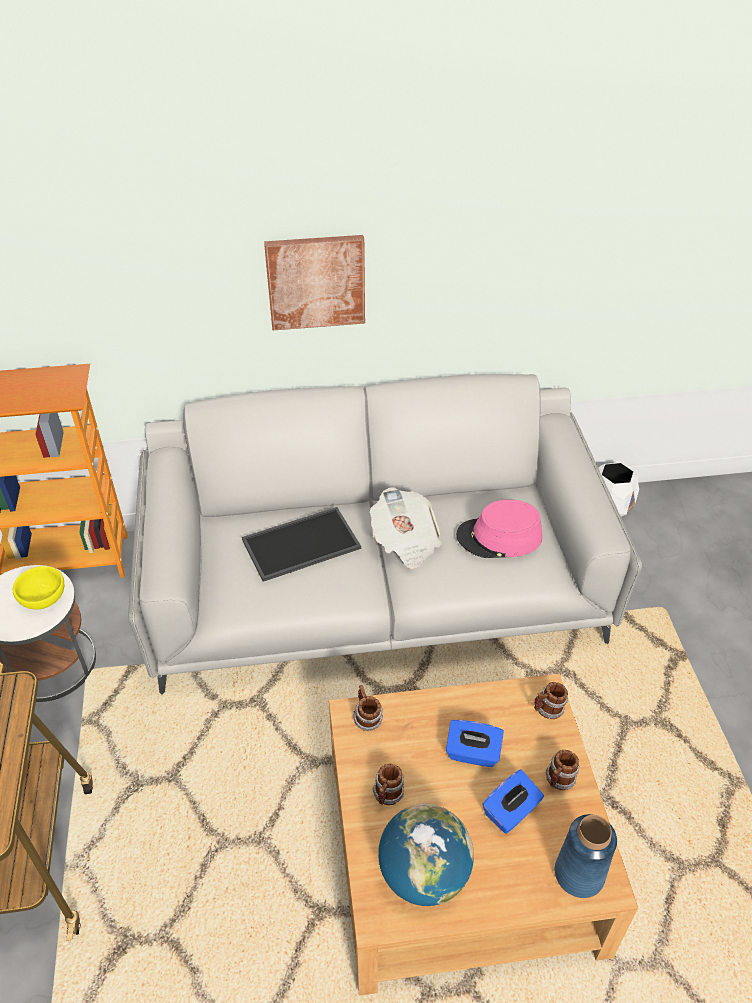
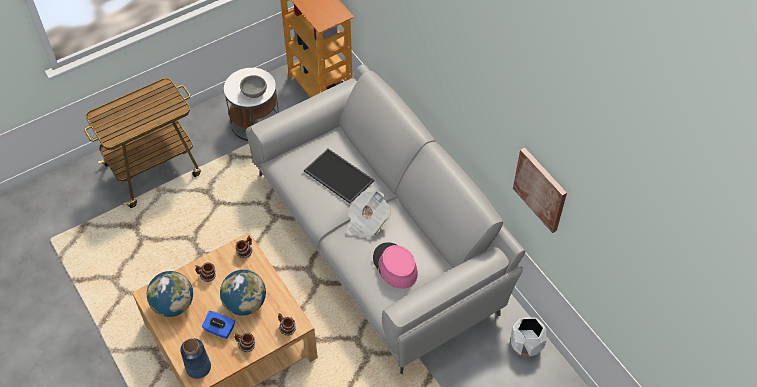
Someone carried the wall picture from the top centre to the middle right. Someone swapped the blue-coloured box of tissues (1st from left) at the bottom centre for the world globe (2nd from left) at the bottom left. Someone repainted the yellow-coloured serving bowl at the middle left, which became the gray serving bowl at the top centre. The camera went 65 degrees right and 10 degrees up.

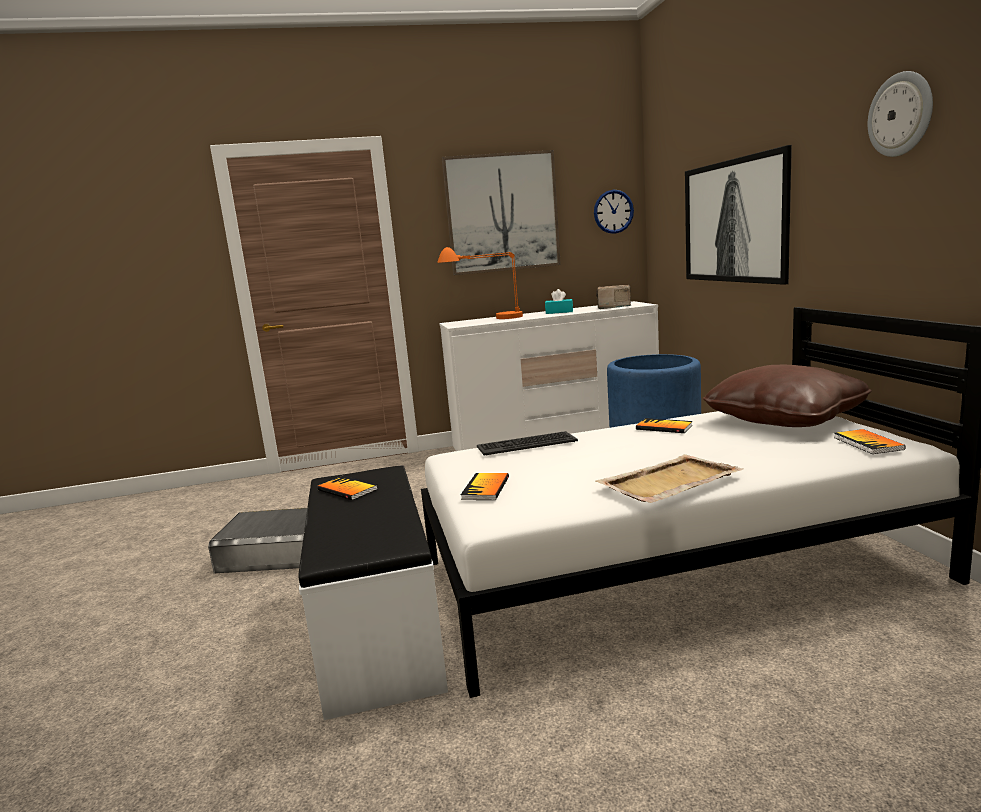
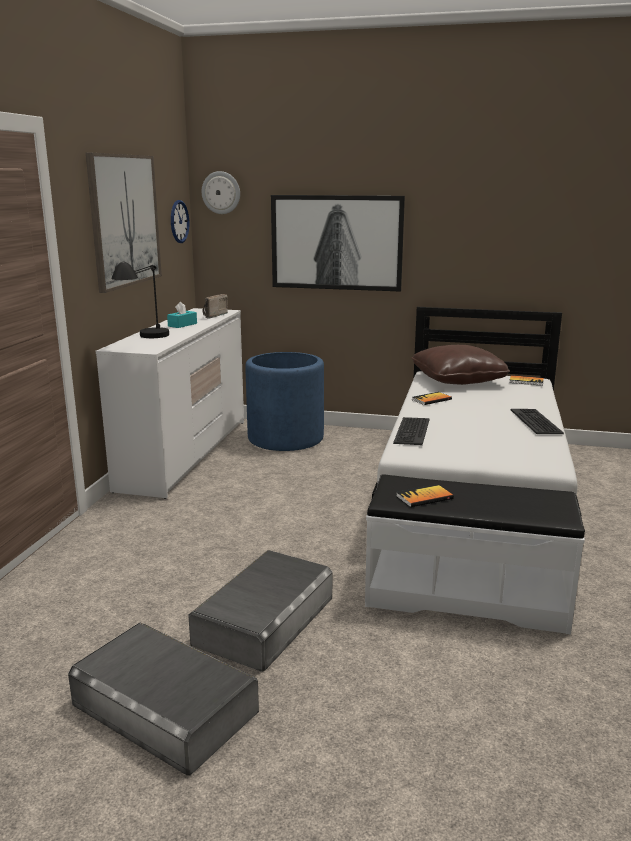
Someone took away the volume (2nd from left) at the centre. Someone put down the gray storage bin (1st from left) at the bottom left. Someone carried the hanging clock (2nd from left) from the top right to the top centre. Someone swapped the beige-coloured tray at the middle right for the PC keyboard (2nd from left) at the middle right. Someone repainted the orange-coloured tabletop lamp at the centre, which became the black-coloured tabletop lamp at the middle left. The camera went 65 degrees left and 5 degrees up.

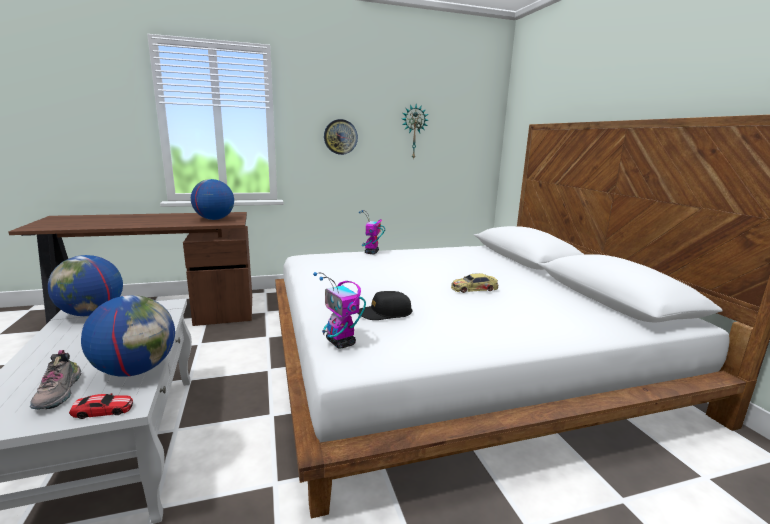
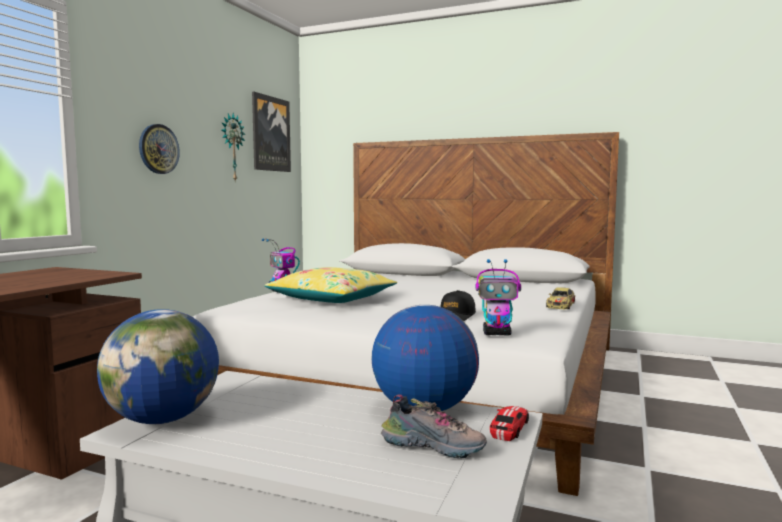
Someone took away the world globe (3rd from left) at the middle left. Someone put up the wall picture at the top centre. Someone put down the yellow-coloured throw pillow at the centre. Someone carried the model car (2nd from left) from the centre to the middle right. The camera went 50 degrees left and 10 degrees down.

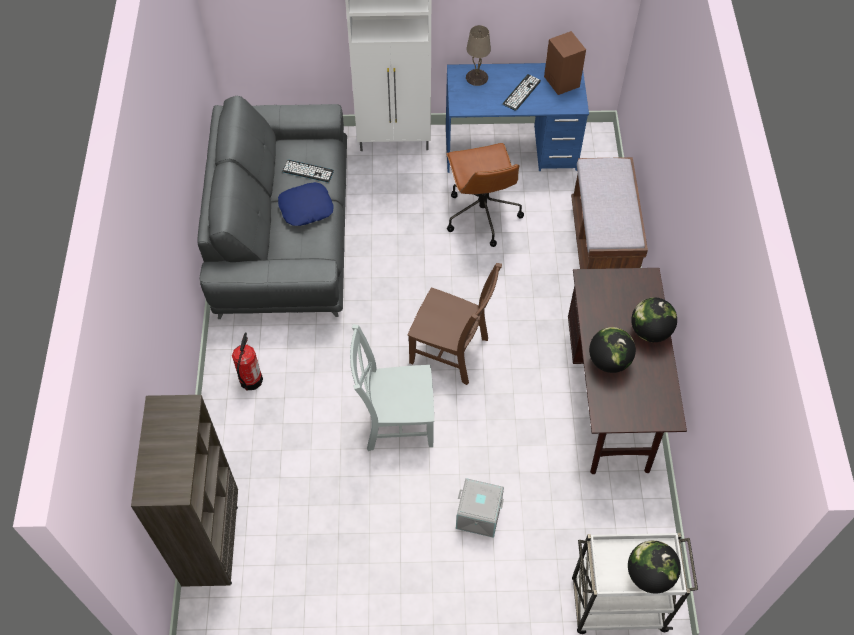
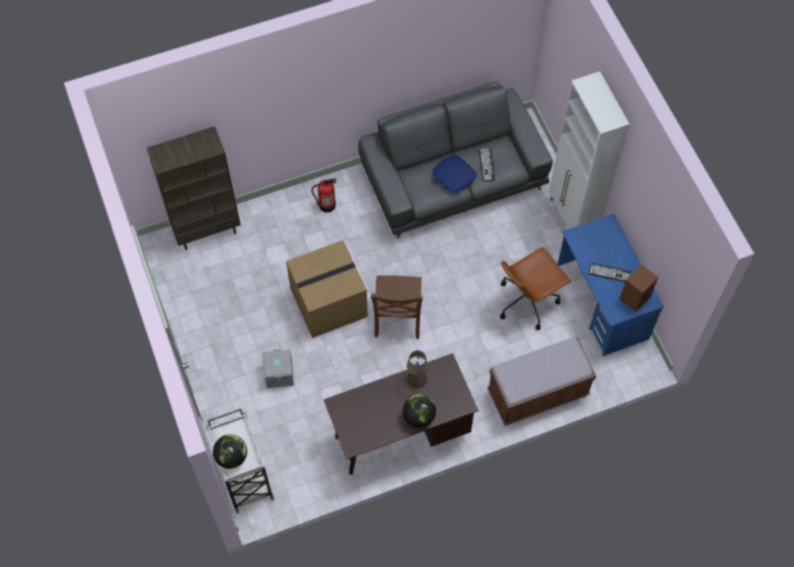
Someone took away the world globe (1st from left) at the middle right. Someone carried the beige-coloured tabletop lamp from the top centre to the centre. Someone swapped the gray chair at the centre for the cardboard box at the centre. The camera went 70 degrees right and 5 degrees up.

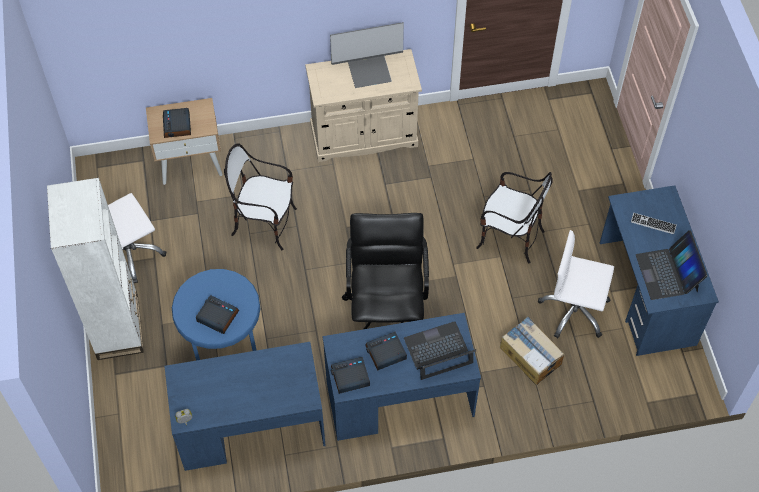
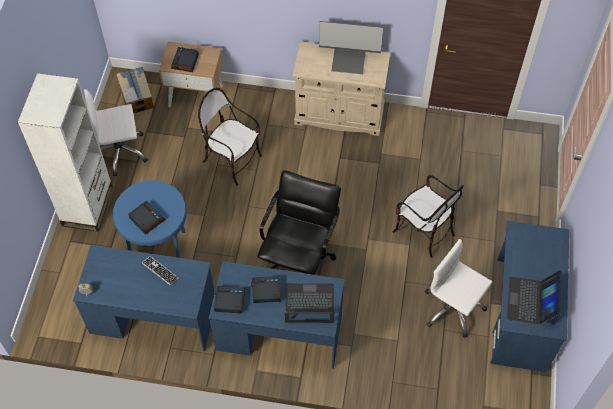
Someone carried the cardboard box from the bottom right to the top left. Someone carried the PC keyboard from the middle right to the middle left. The camera went 20 degrees right and 0 degrees up.

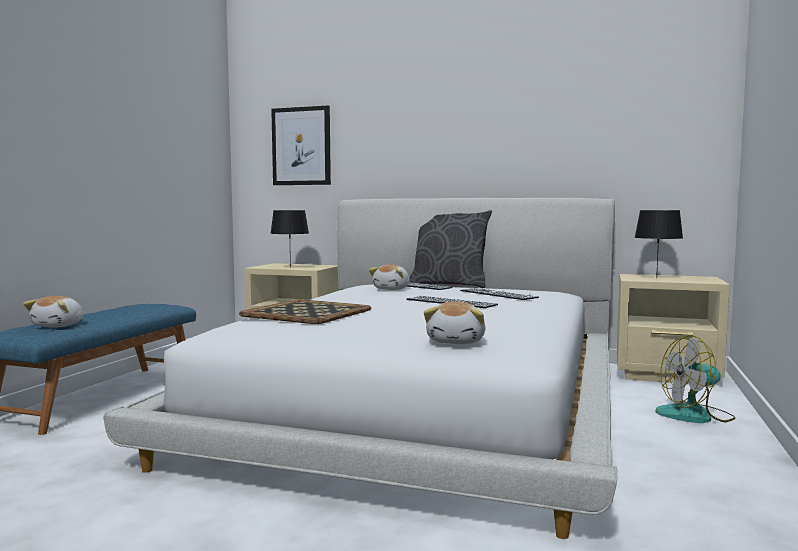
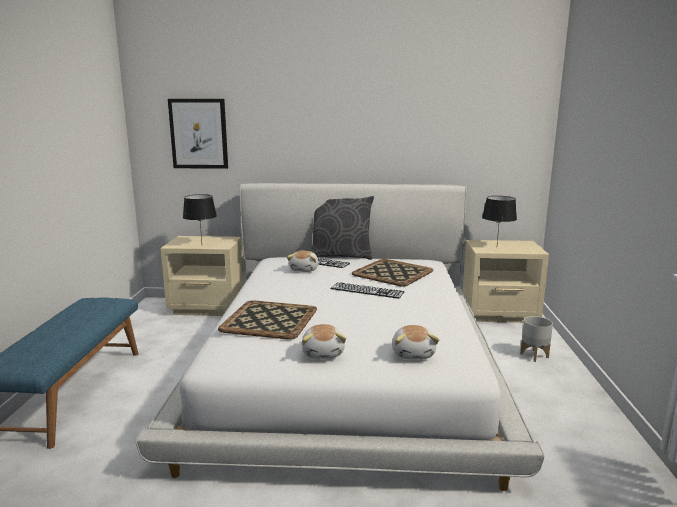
Someone carried the soft toy (1st from left in the first image) from the middle left to the bottom centre. Someone swapped the PC keyboard (3rd from left) at the centre for the tray (2nd from left) at the centre. Someone swapped the electric fan at the bottom right for the gray planter at the bottom right. The camera went 15 degrees left and 10 degrees up.

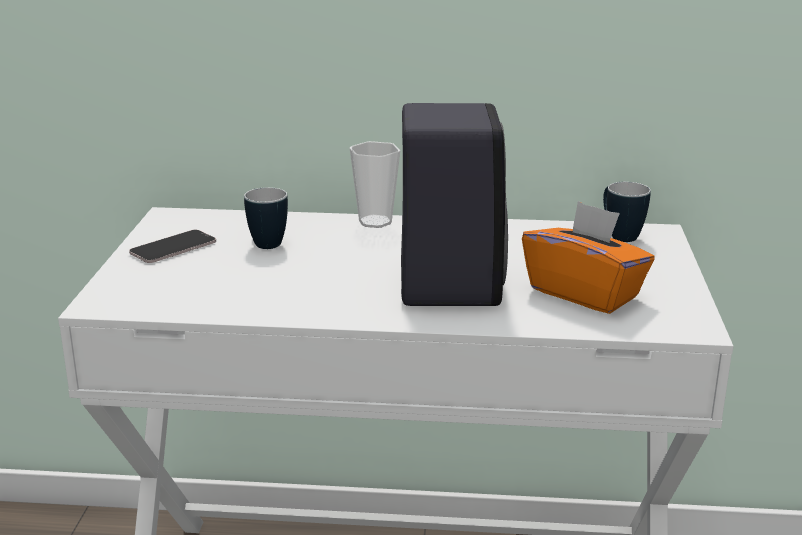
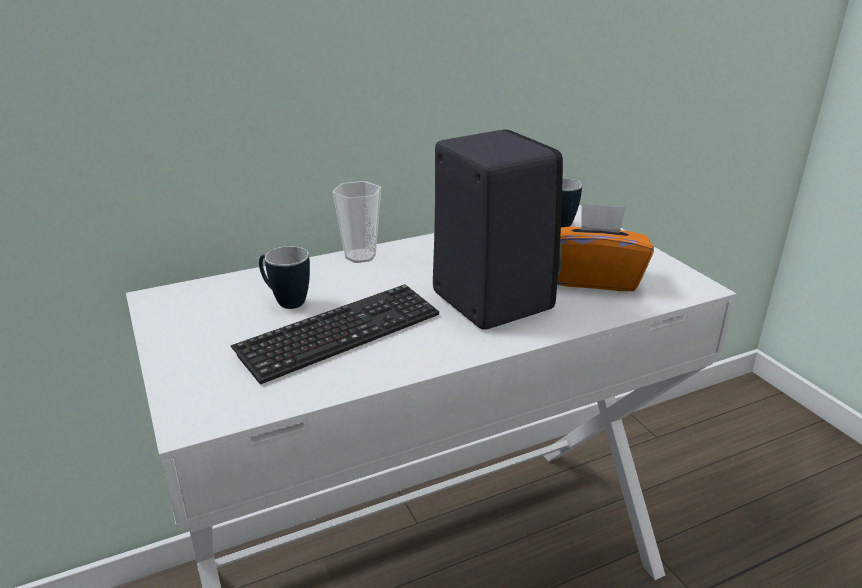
Someone took away the telephone at the middle left. Someone put down the PC keyboard at the centre. The camera went 30 degrees left and 5 degrees up.

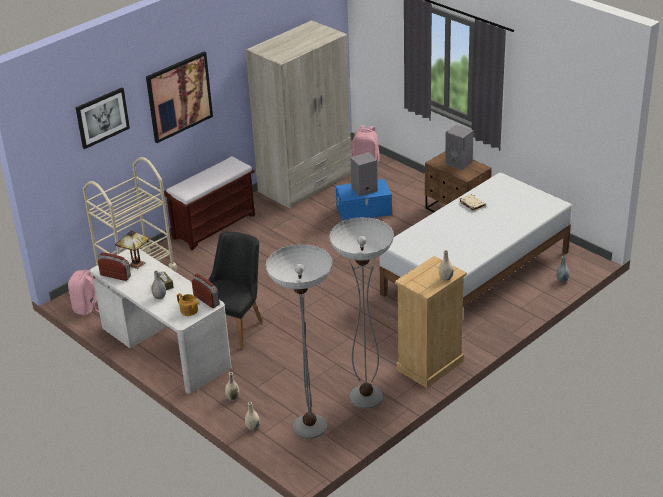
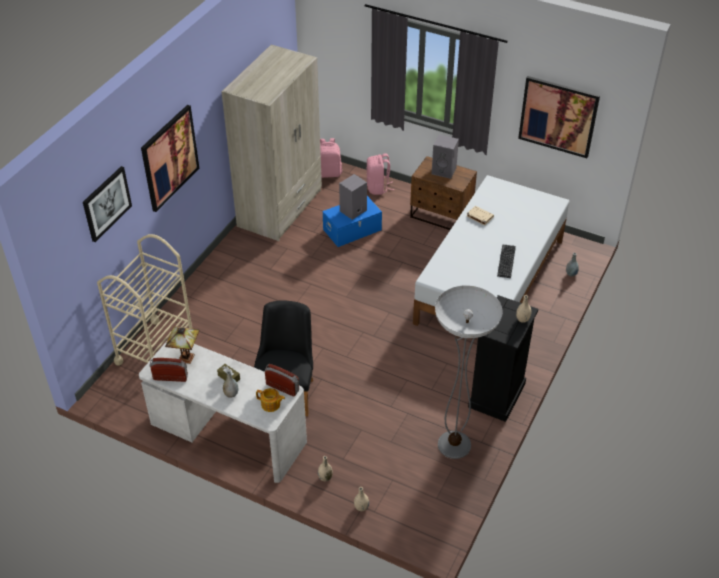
Someone took away the brownish long seat at the middle left. Someone took away the floor lamp (1st from left) at the bottom centre. Someone put down the PC keyboard at the middle right. Someone put up the wall picture (3rd from left) at the top right. Someone carried the pinkish backpack (1st from left in the first image) from the middle left to the top centre. Someone repainted the beige-coloured chest of drawers at the centre, which became the black-coloured chest of drawers at the middle right. The camera went 20 degrees left and 10 degrees up.

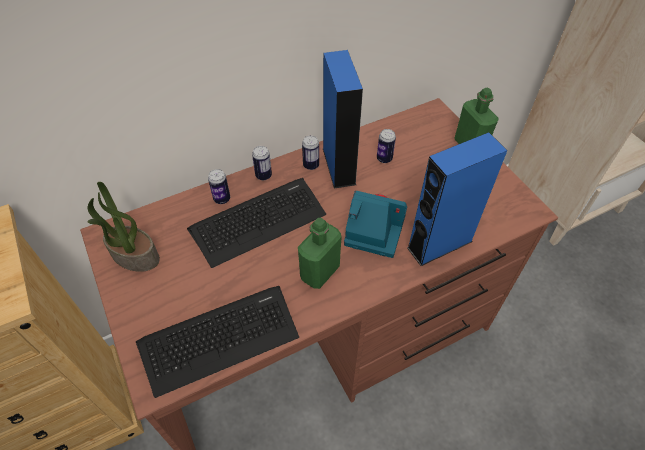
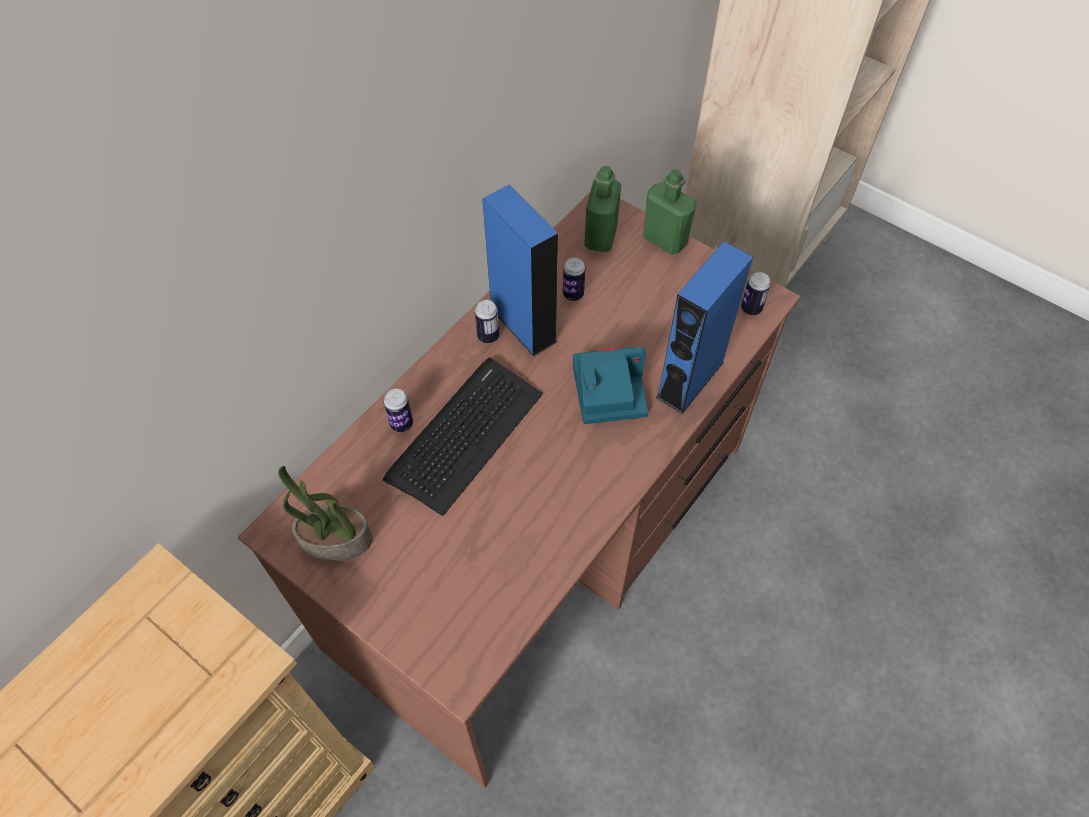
Someone took away the PC keyboard (1st from left) at the bottom centre. Someone carried the metal can (2nd from left in the first image) from the centre to the middle right. Someone carried the green bottle (1st from left) from the centre to the top centre. The camera went 25 degrees left and 5 degrees up.

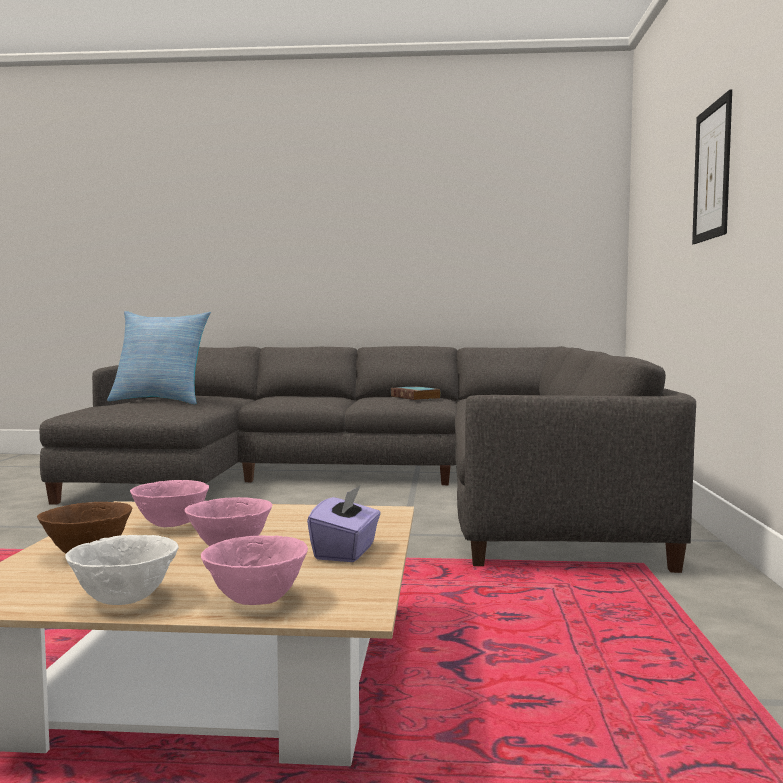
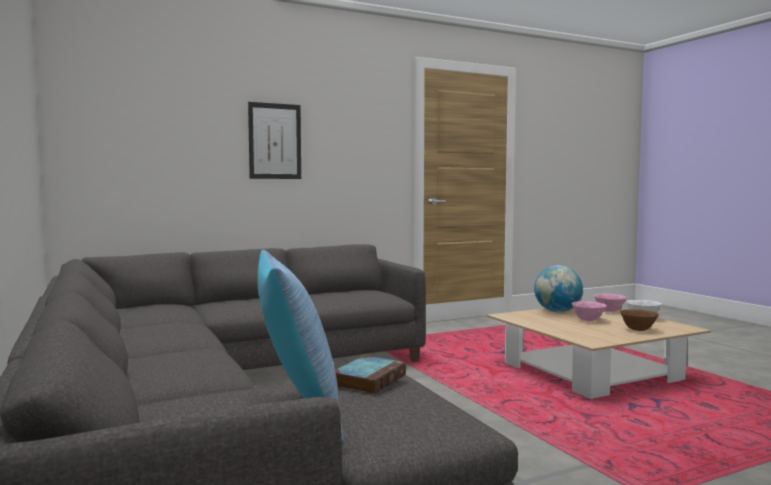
Someone took away the pinkish serving bowl (1st from left) at the middle left. Someone carried the volume from the centre to the bottom centre. Someone swapped the purple-coloured box of tissues at the bottom centre for the world globe at the middle right. The camera went 120 degrees left and 0 degrees up.

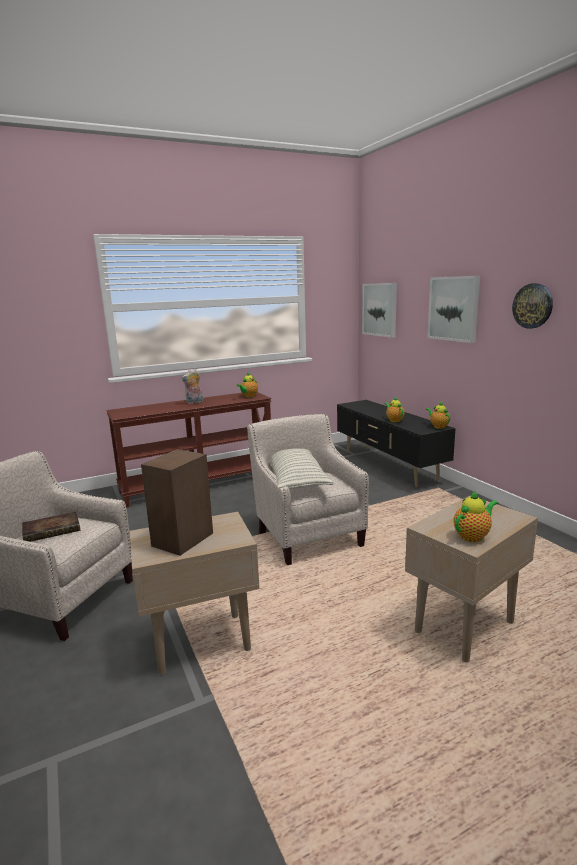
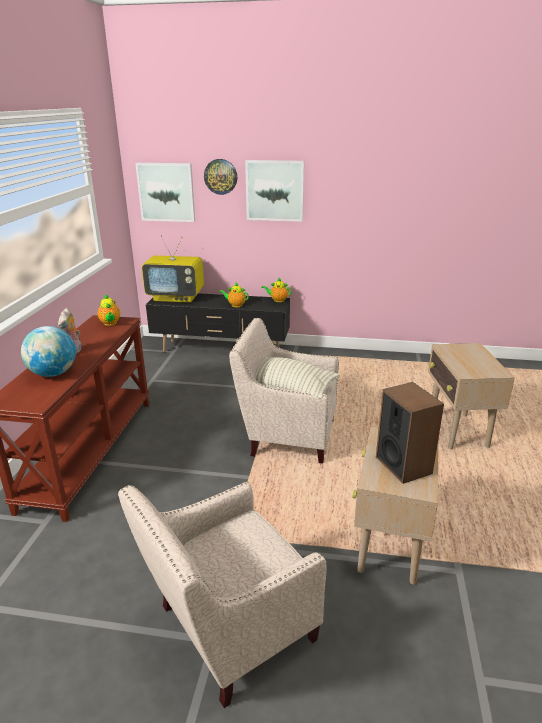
Someone took away the volume at the middle left. Someone took away the pot for tea (4th from left) at the middle right. Someone put down the world globe at the middle left. Someone put down the television at the middle left. Someone carried the hanging clock from the middle right to the top centre. The camera went 55 degrees left and 10 degrees up.

